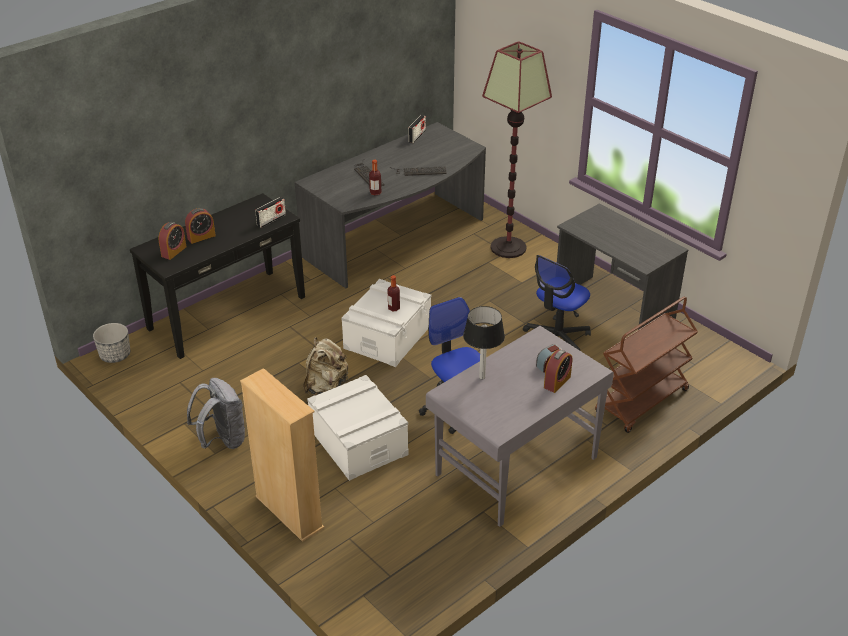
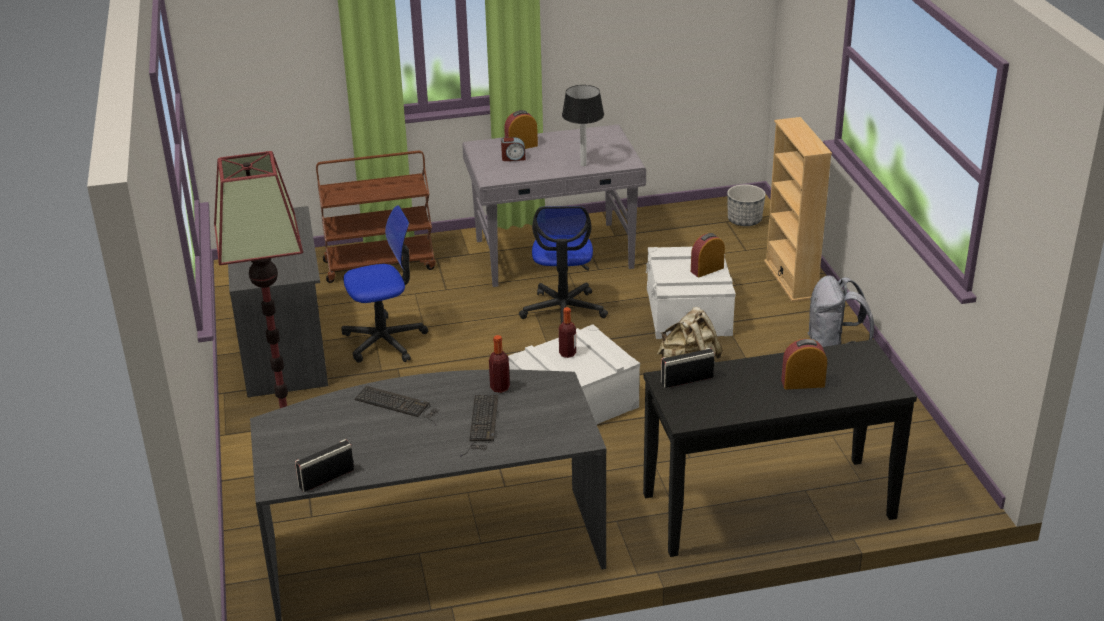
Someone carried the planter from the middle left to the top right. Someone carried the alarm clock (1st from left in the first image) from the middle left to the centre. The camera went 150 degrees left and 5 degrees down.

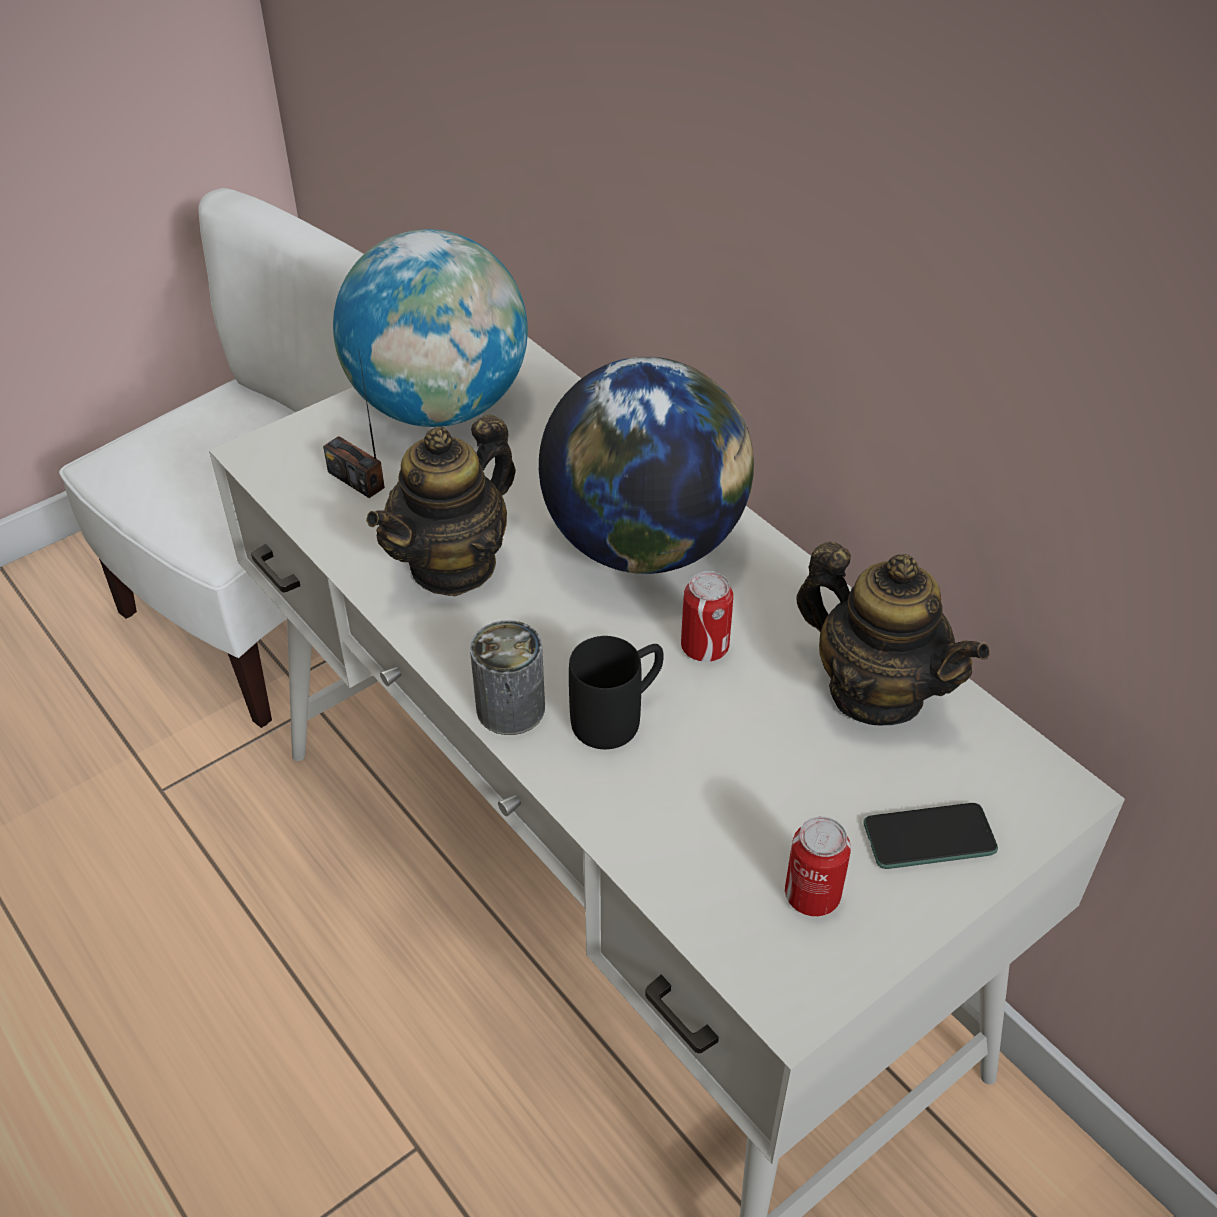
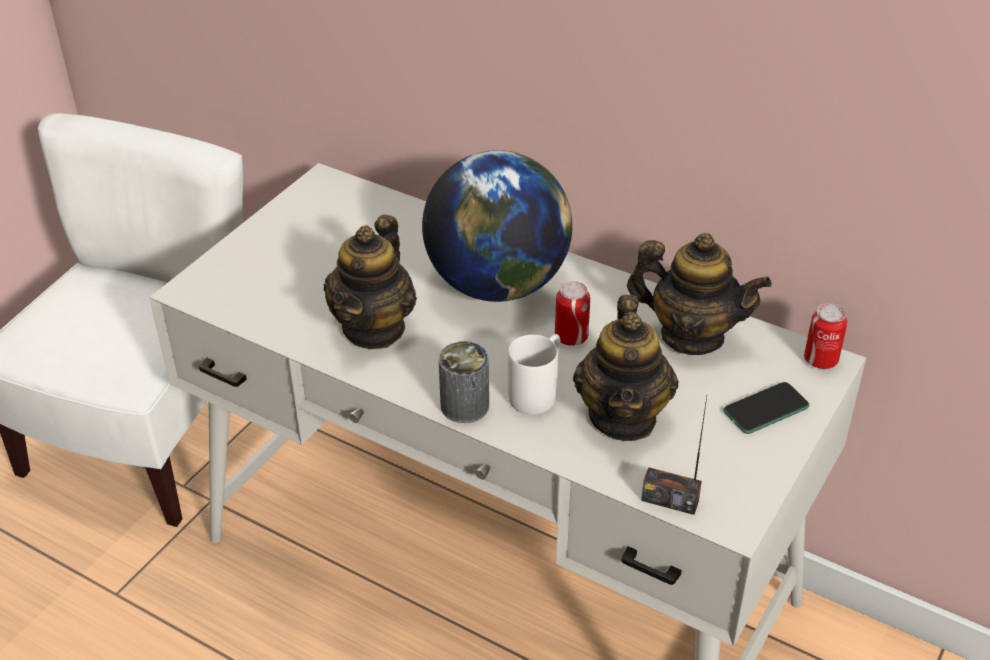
Someone took away the world globe (1st from left) at the top centre. Someone put down the pot for tea (2nd from left) at the centre. Someone carried the radio receiver from the middle left to the bottom right. Someone carried the metal can (3rd from left) from the bottom right to the middle right. Someone repainted the black-coloured coffee mug at the centre, which became the white coffee mug at the centre. The camera went 20 degrees left and 5 degrees down.

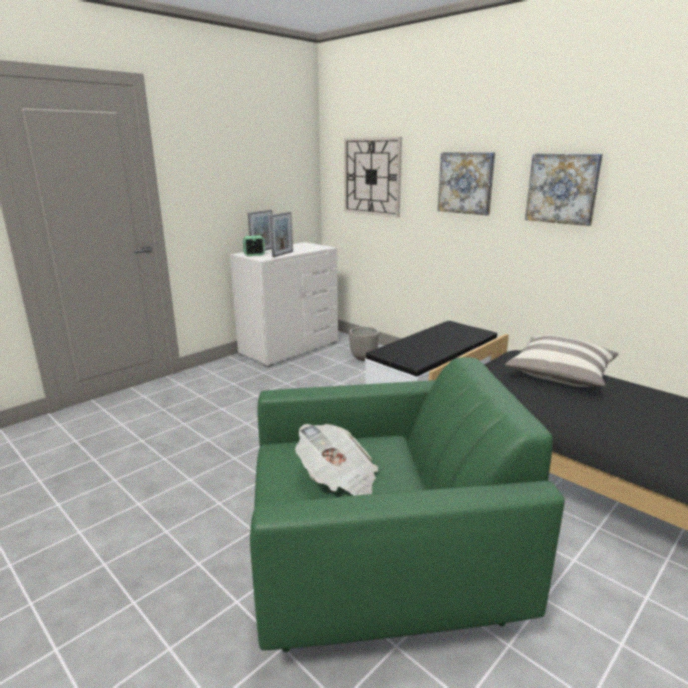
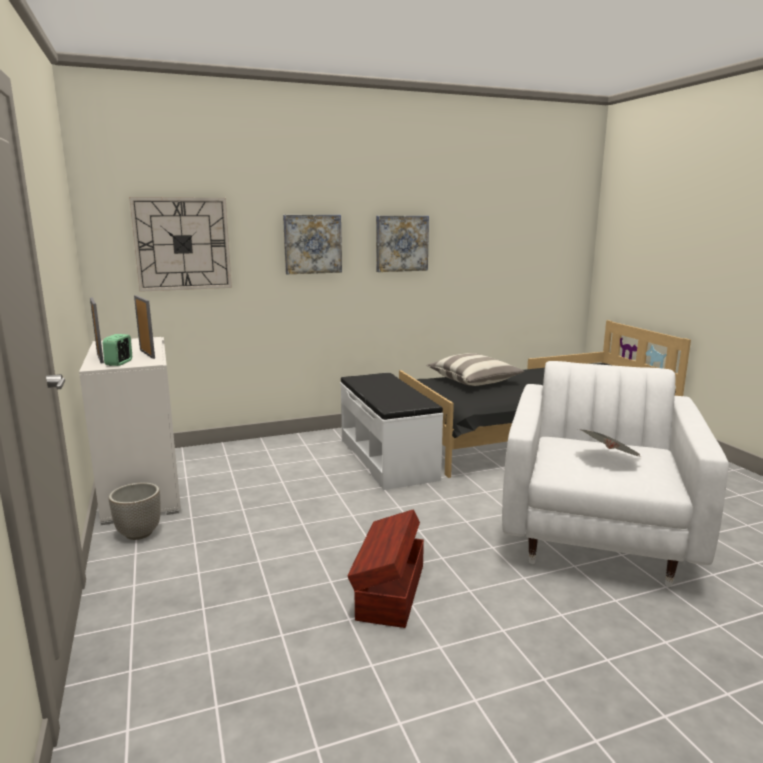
Someone put down the brownish storage bin at the bottom centre. Someone carried the planter from the centre to the bottom left. Someone repainted the green lounge chair at the bottom centre, which became the white lounge chair at the middle right. The camera went 65 degrees left and 5 degrees down.

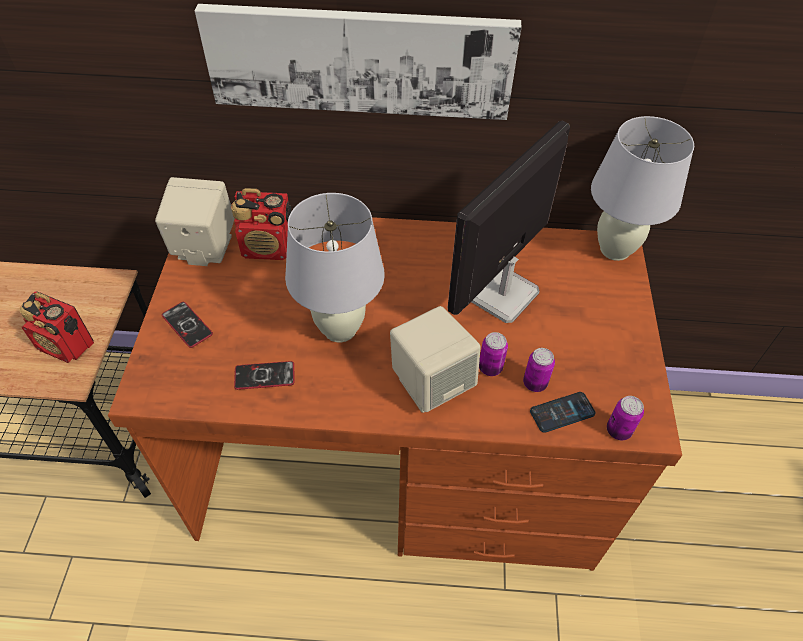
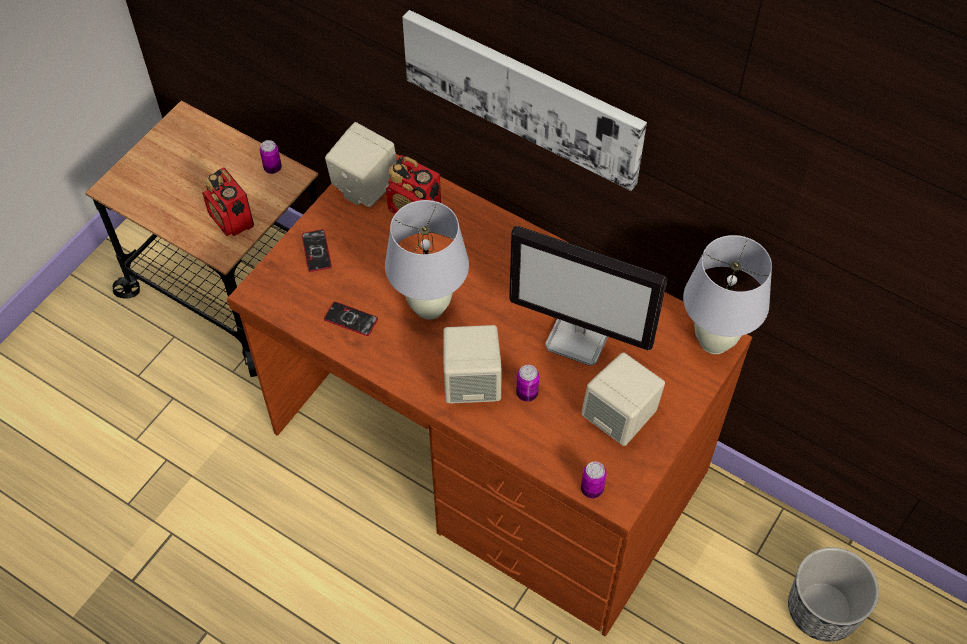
Someone took away the telephone (3rd from left) at the middle right. Someone put down the beige-coloured loudspeaker (3rd from left) at the centre. Someone put down the planter at the bottom right. Someone carried the metal can (2nd from left in the first image) from the middle right to the top left. Someone rotated the computer screen at the centre by 135 degrees counterclockwise. The camera went 30 degrees right and 5 degrees up.

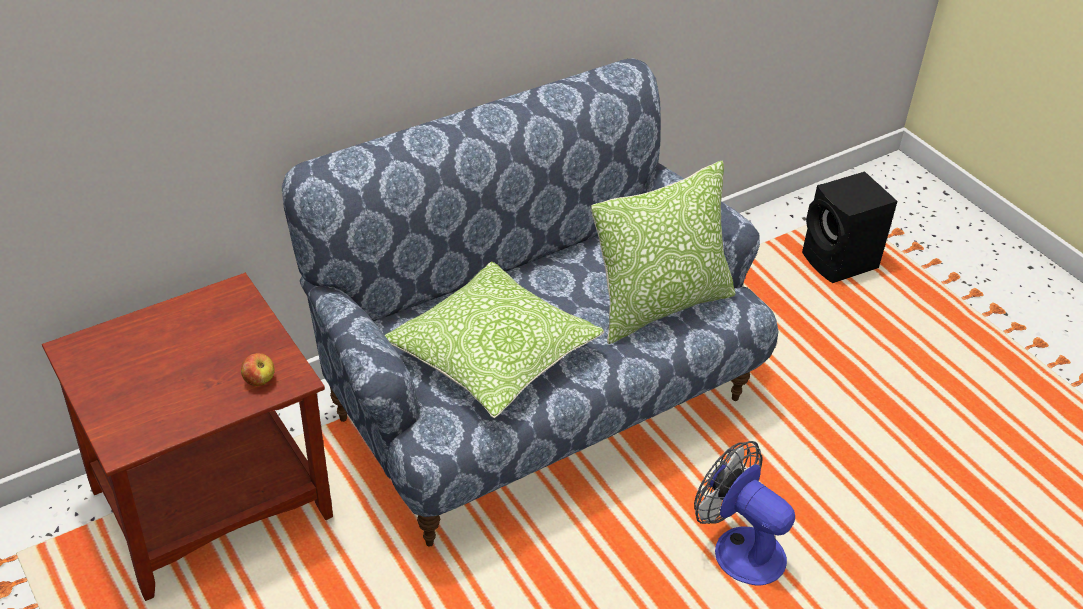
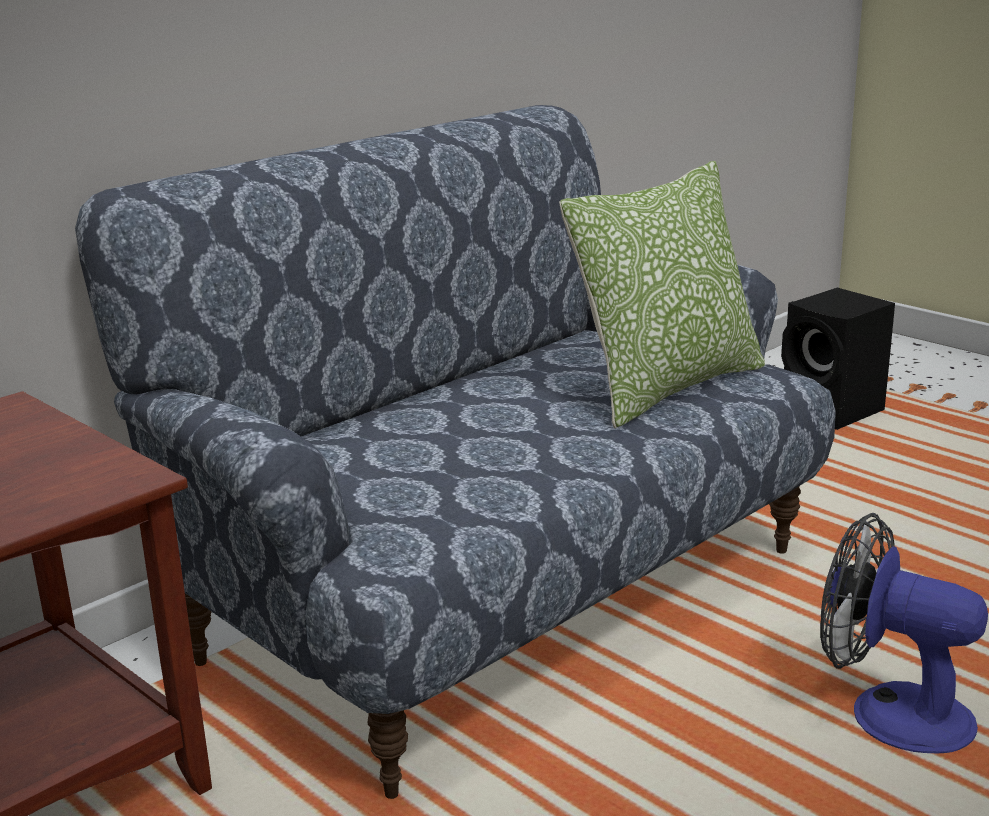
Someone took away the whole apple at the middle left. Someone took away the throw pillow (1st from left) at the centre. The camera went 10 degrees left and 20 degrees down.

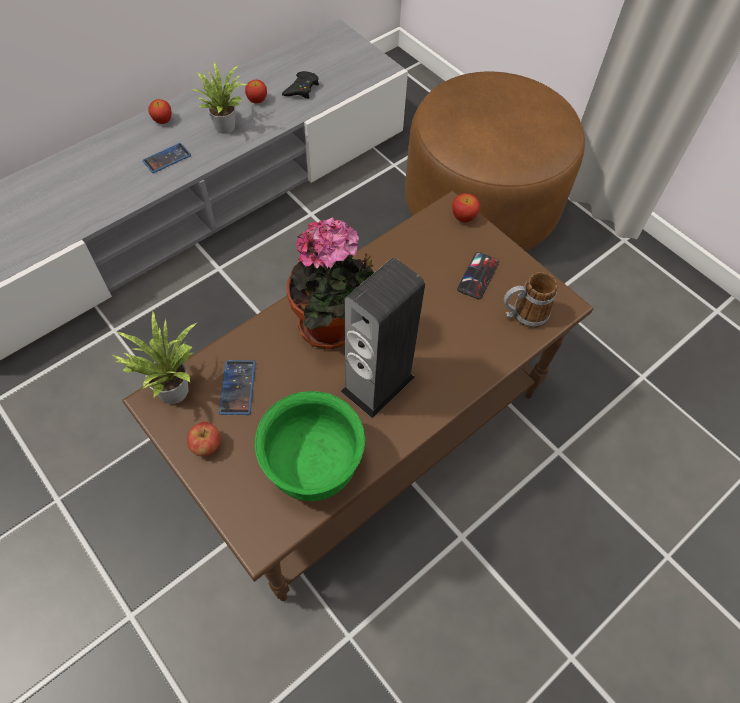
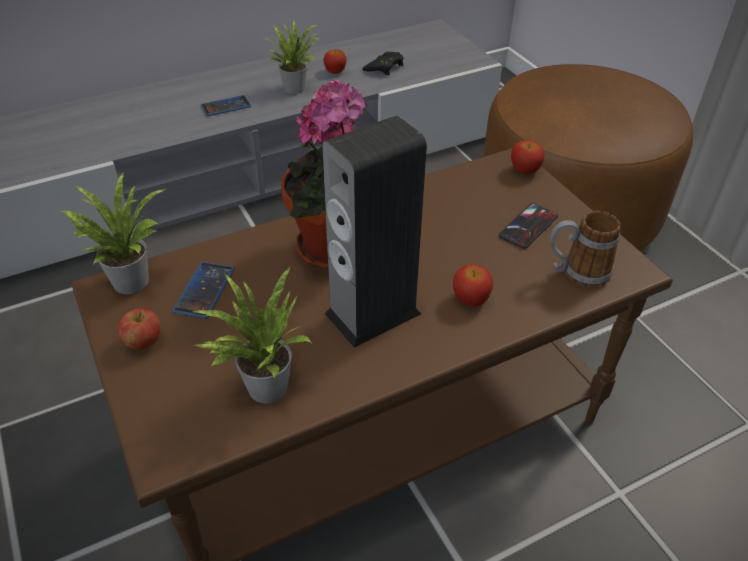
Someone carried the whole apple (1st from left in the first image) from the top left to the centre. Someone swapped the green serving bowl at the centre for the houseplant (2nd from left) at the centre. The camera went 15 degrees right and 15 degrees down.

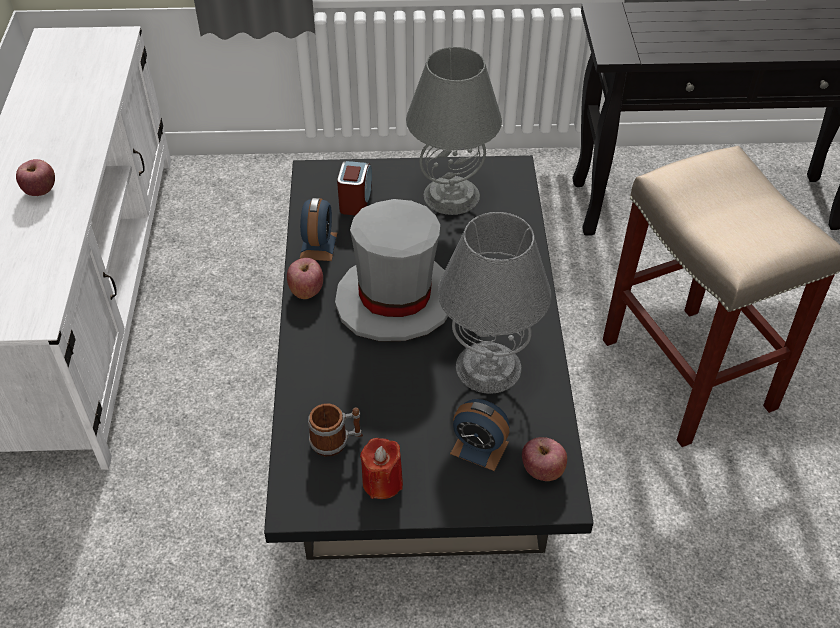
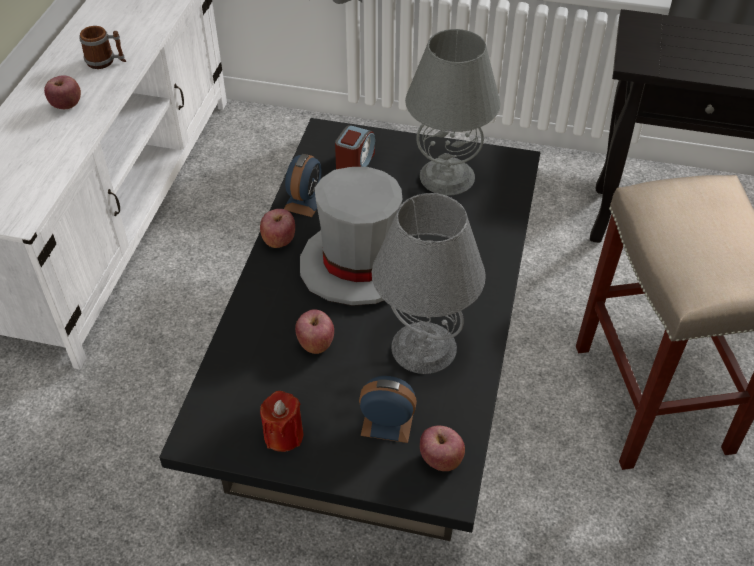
Someone put down the whole apple (3rd from left) at the centre. Someone carried the coffee mug from the bottom centre to the top left. Someone rotated the alarm clock (3rd from left) at the bottom centre by 150 degrees clockwise. The camera went 15 degrees right and 0 degrees up.

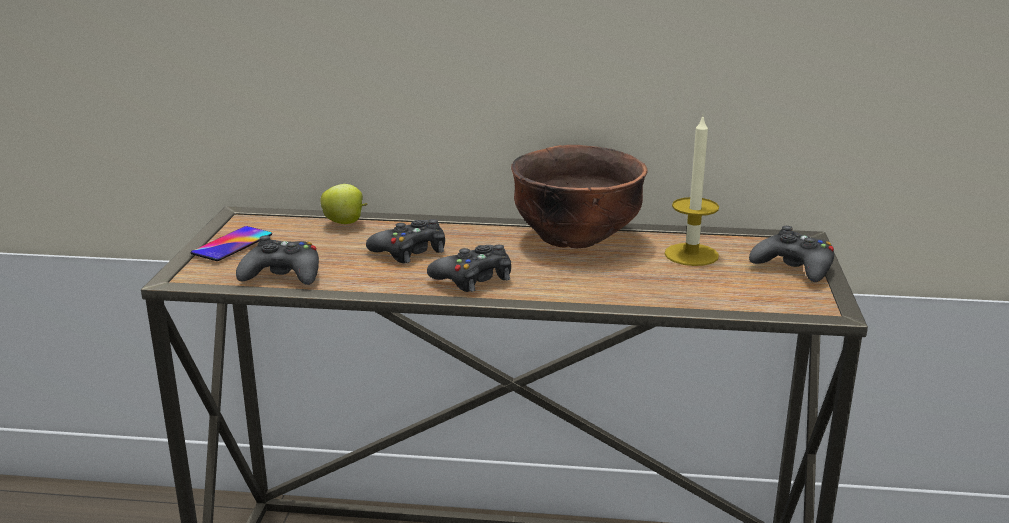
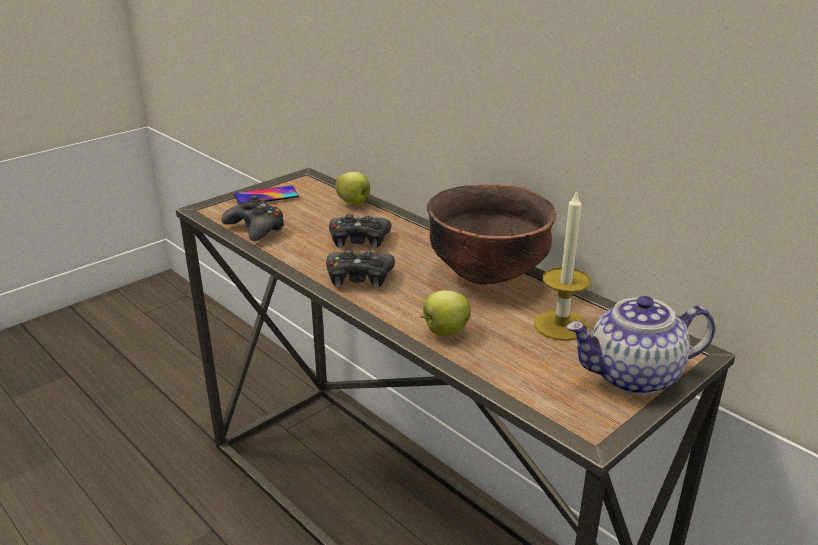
Someone put down the whole apple (2nd from left) at the centre. Someone swapped the black-coloured gamepad (4th from left) at the middle right for the pot for tea at the middle right. The camera went 40 degrees right and 5 degrees up.

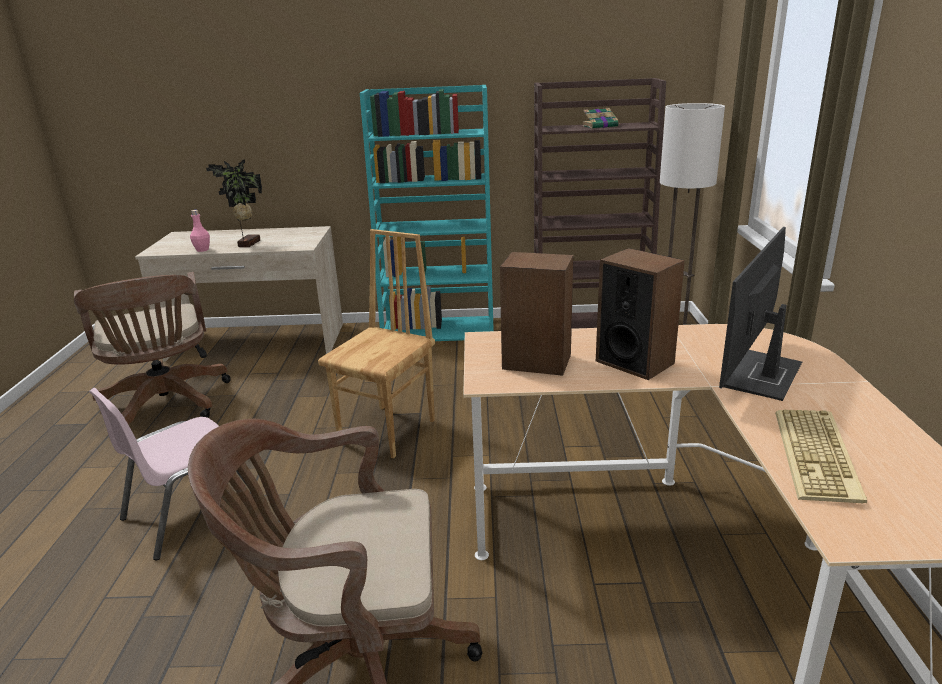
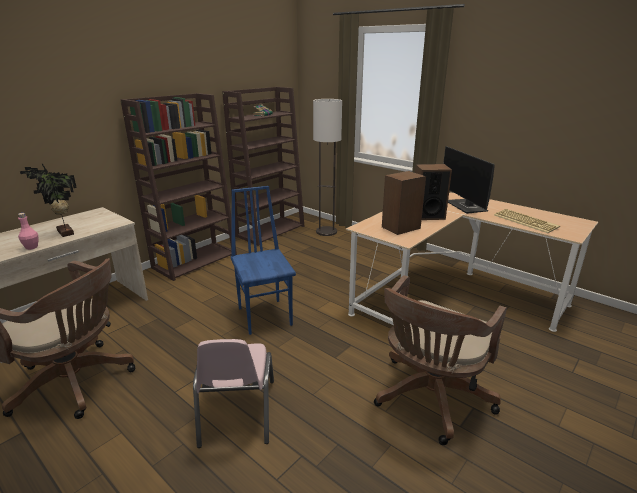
Someone repainted the brownish chair at the centre, which became the blue-coloured chair at the centre. Someone repainted the turquoise shelving unit at the top centre, which became the brownish shelving unit (1st from left) at the middle left. The camera went 50 degrees left and 0 degrees up.

